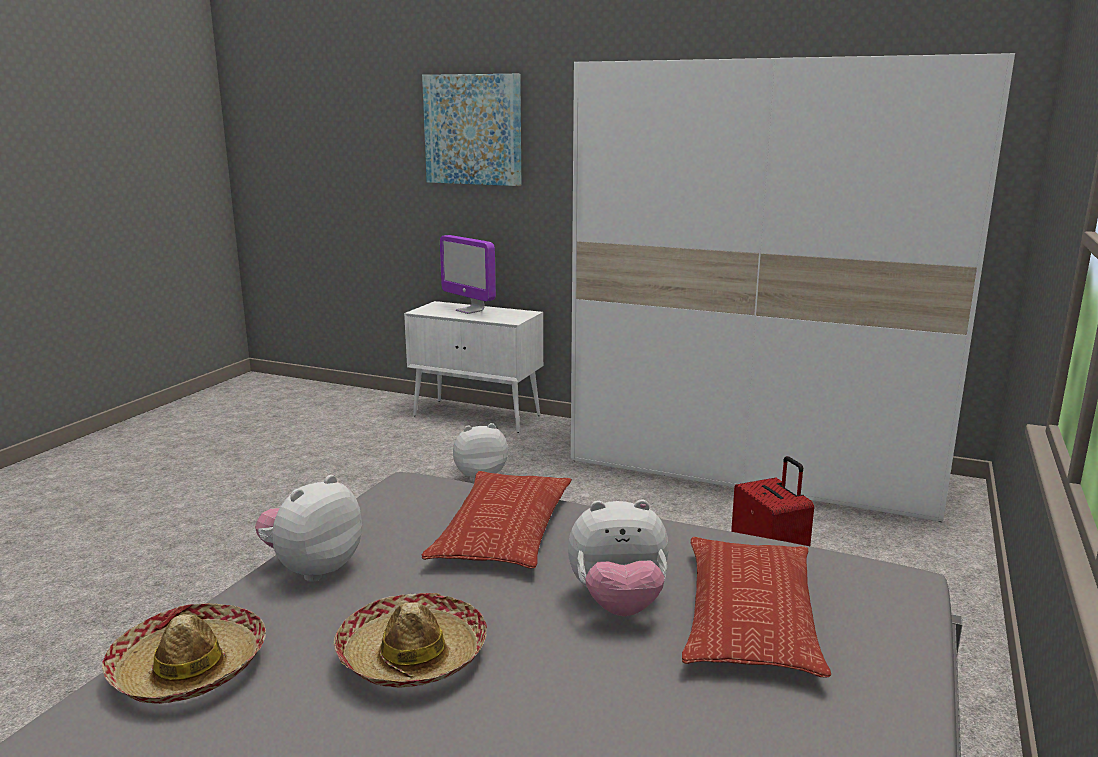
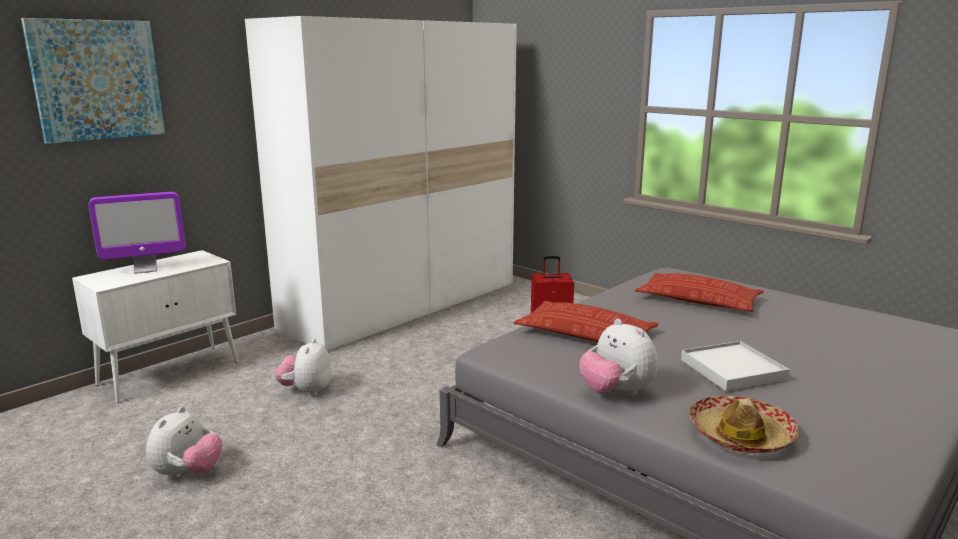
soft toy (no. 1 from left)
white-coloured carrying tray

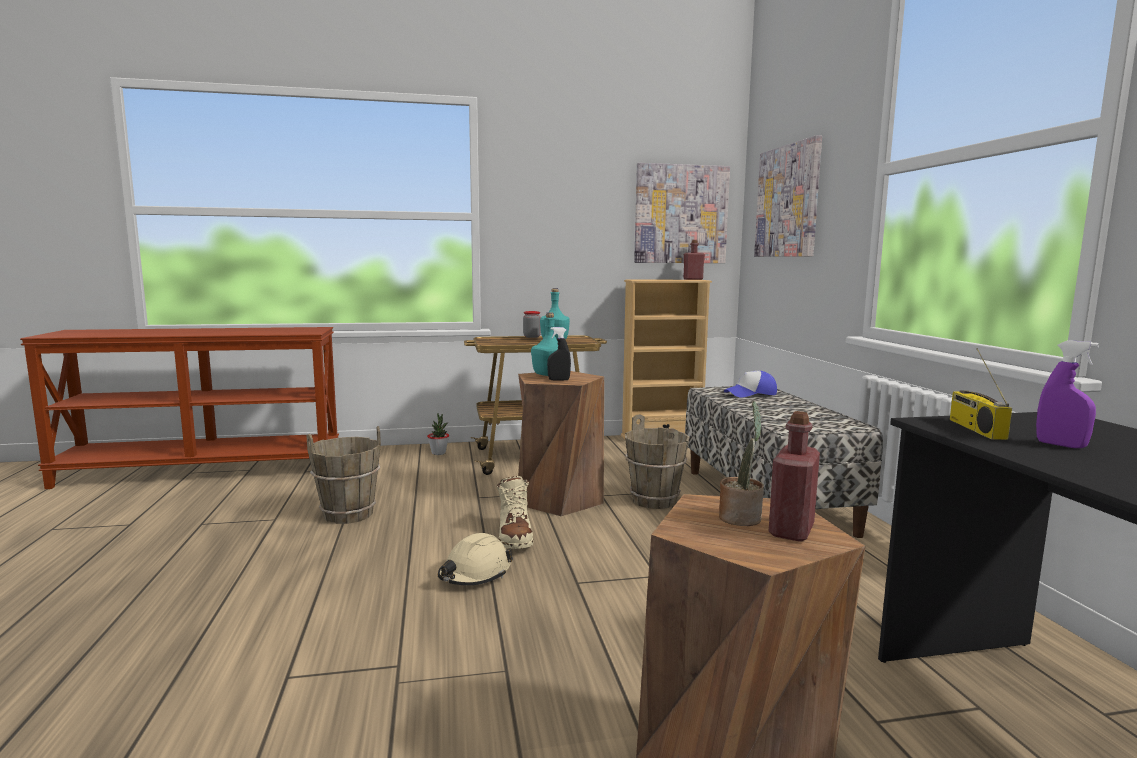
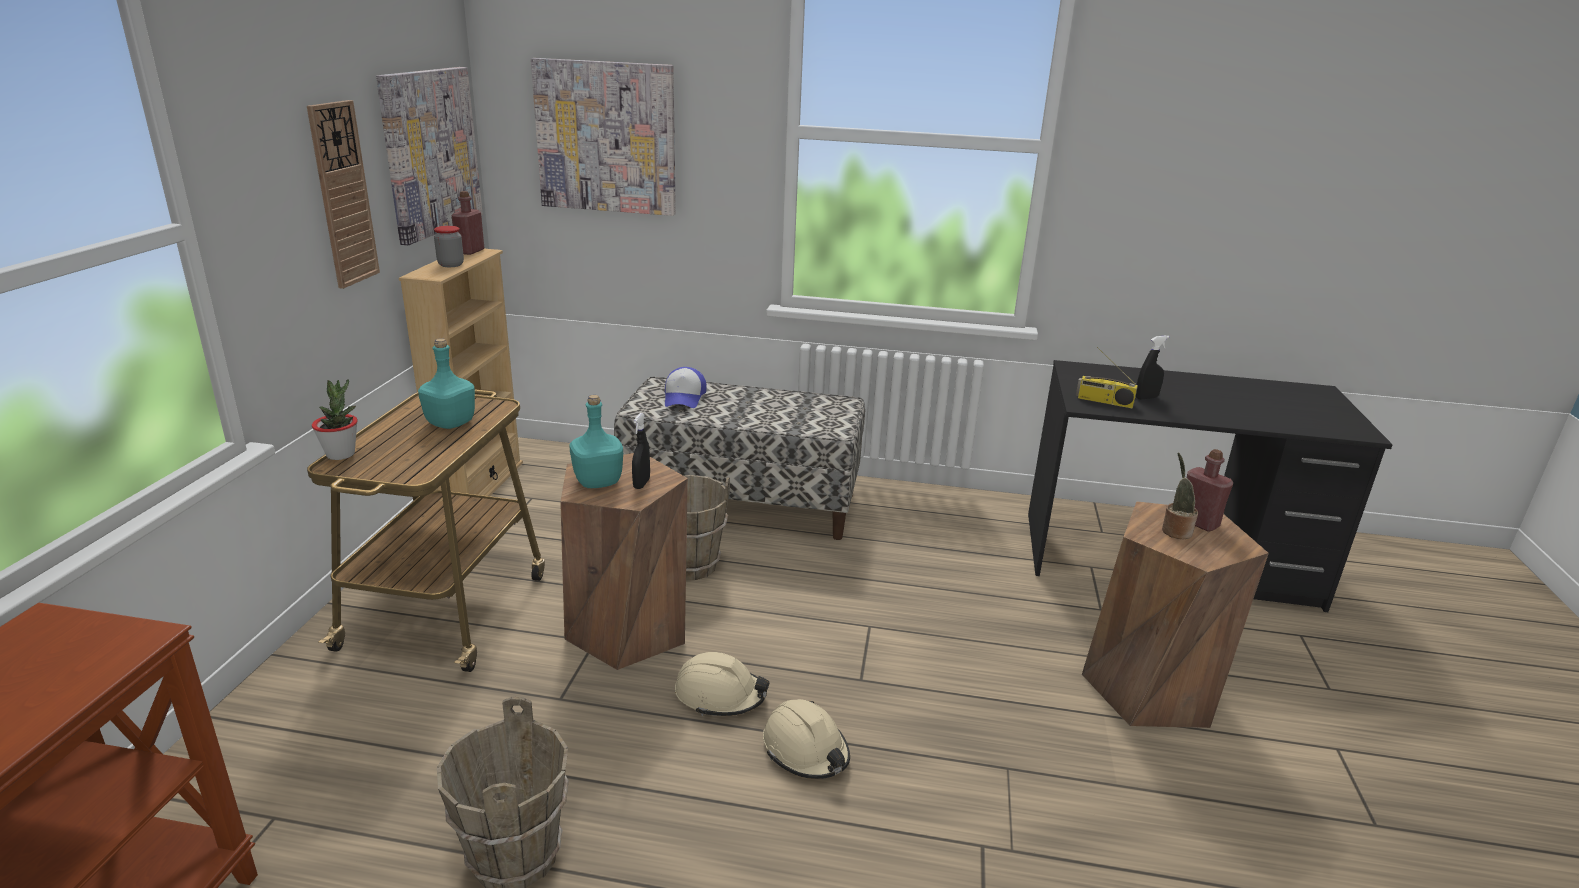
clock on the wall
houseplant (no. 1 from left)
preserve jar
sand-coloured work helmet (no. 1 from left)
black-coloured spray bottle (no. 2 from left)

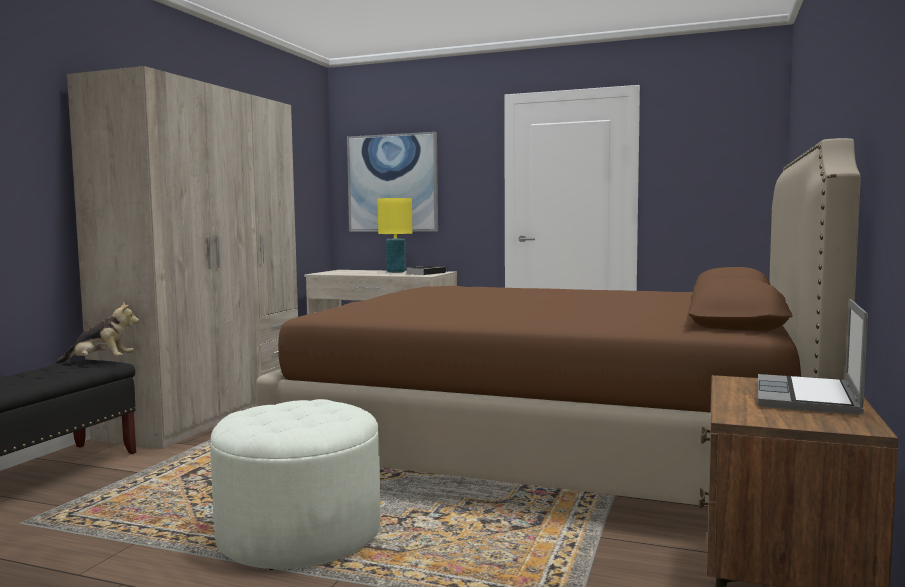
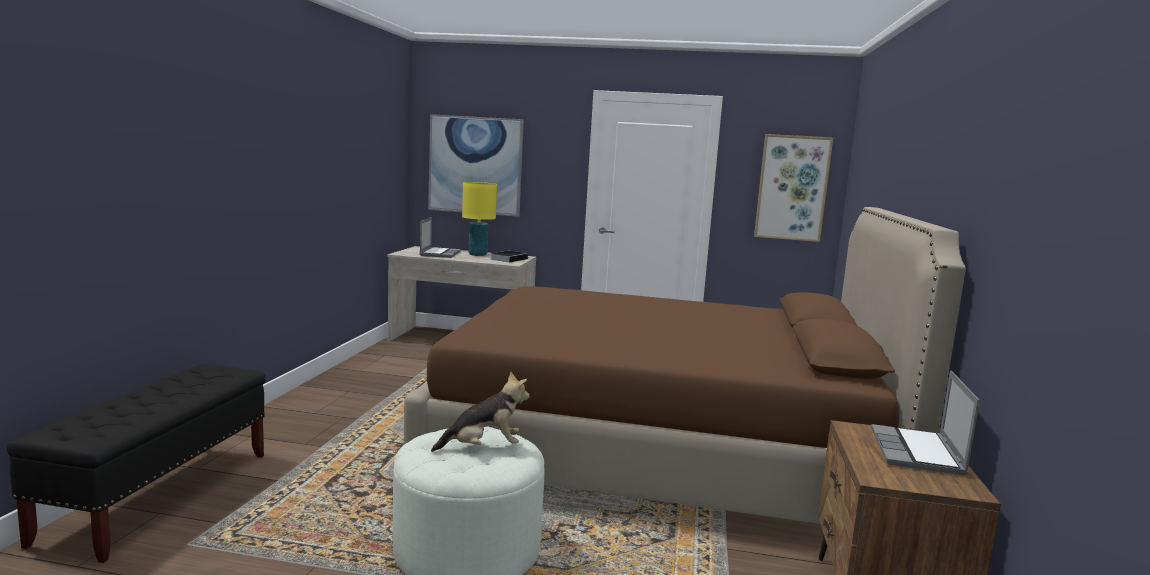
notebook computer (no. 1 from left)
soft toy
wall picture (no. 2 from left)
sand-coloured clothes cupboard

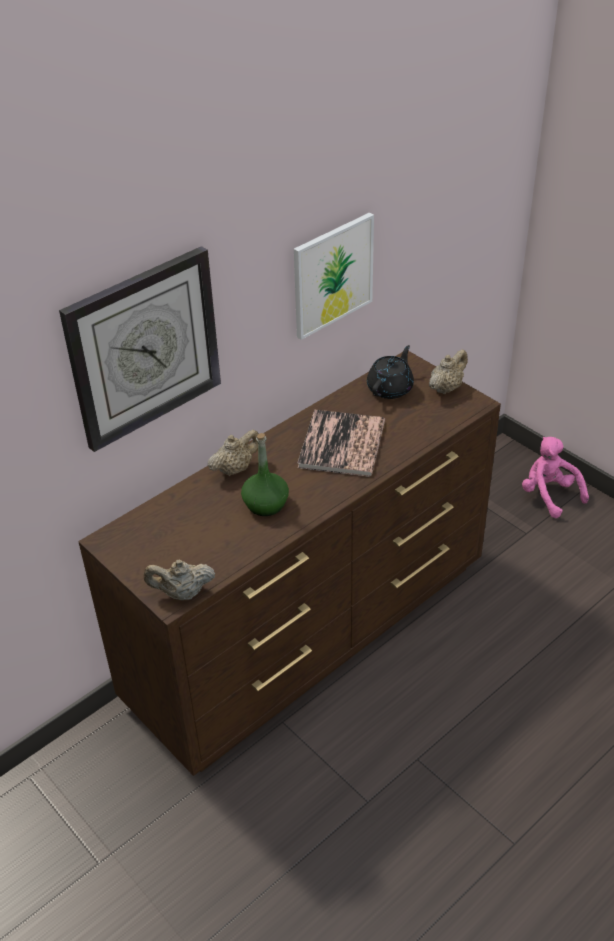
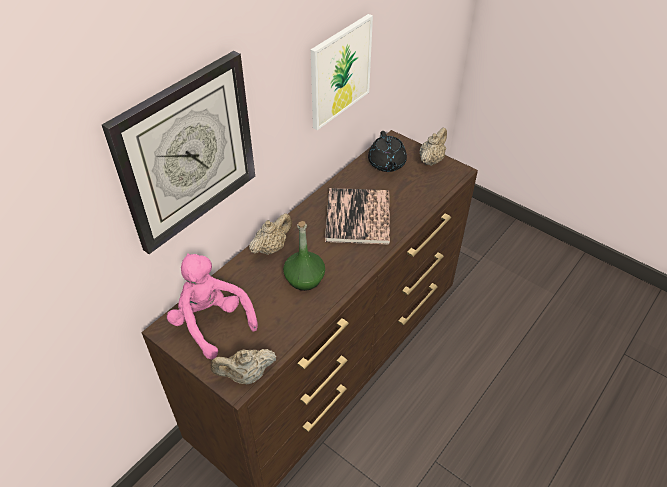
pinkish soft toy
black-coloured tea pot

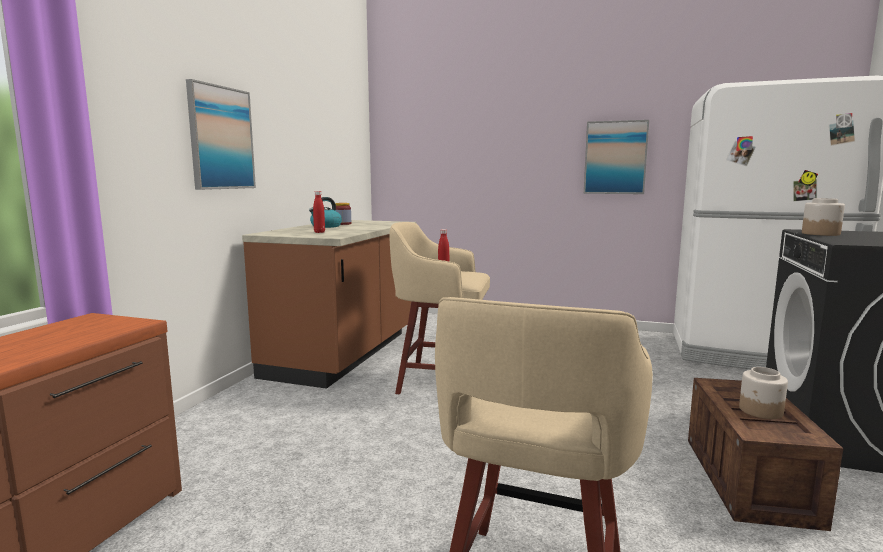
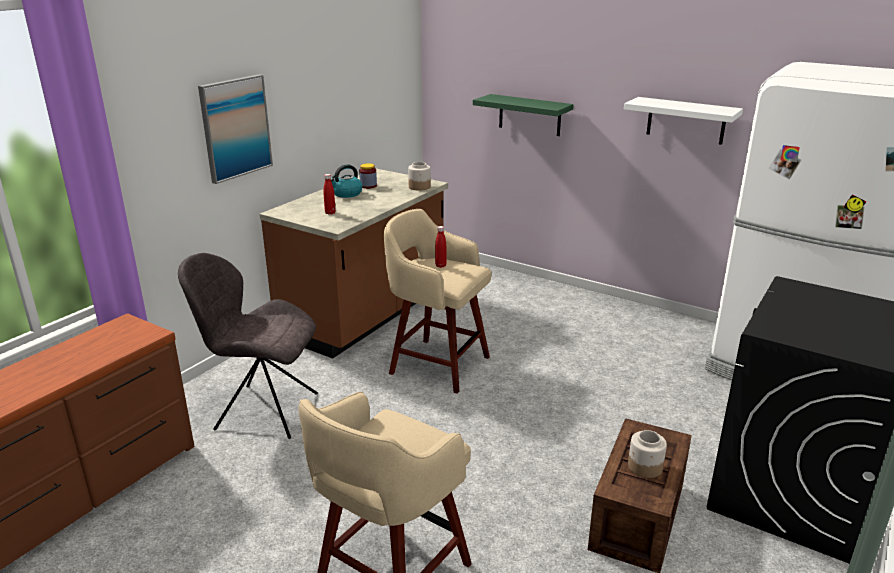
greyish upright chair
preserve jar (no. 2 from left)
green-coloured shelf
white-coloured shelf

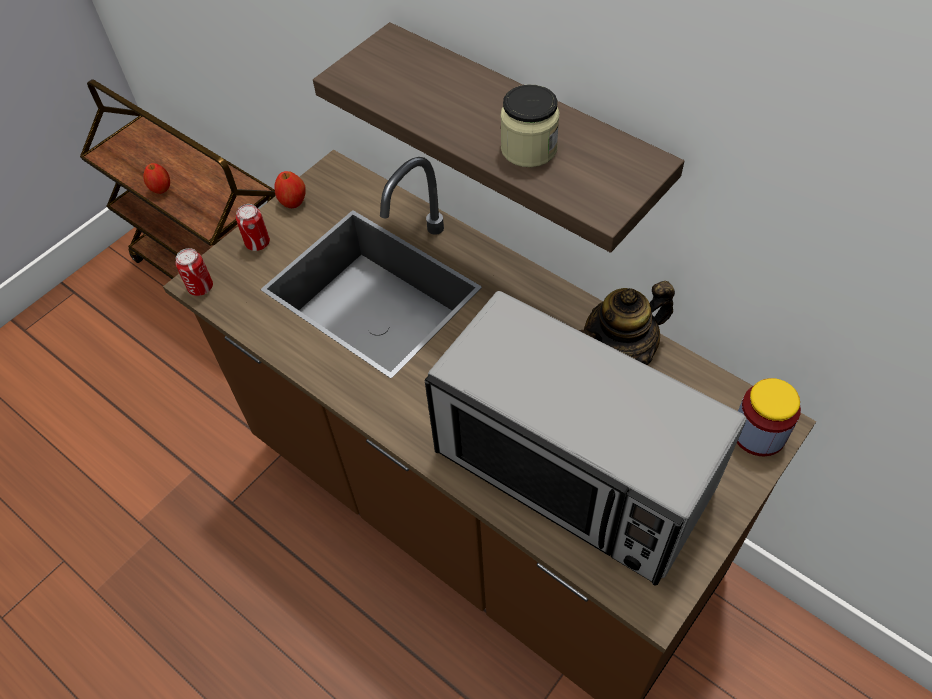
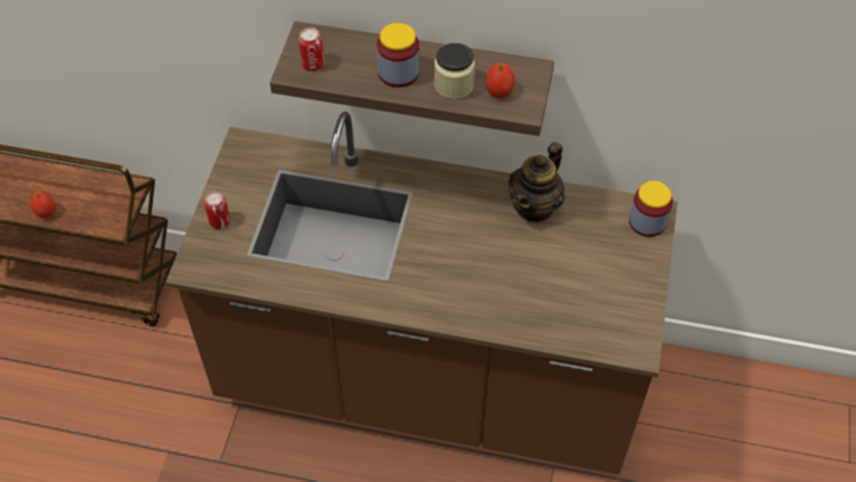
sealed can (no. 2 from left)
preserve jar (no. 1 from left)
apple (no. 2 from left)
microwave

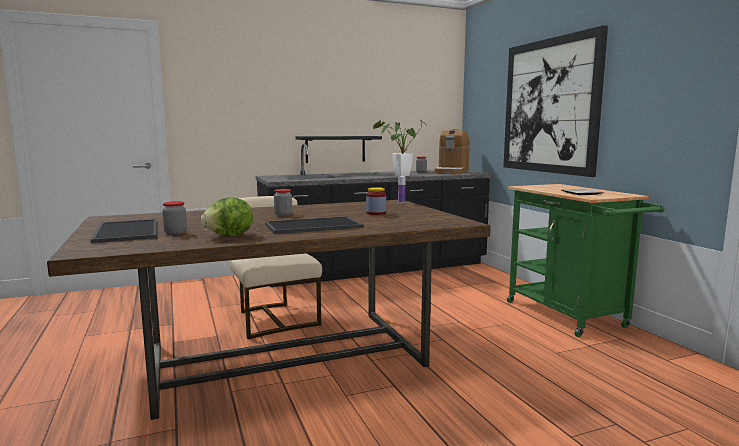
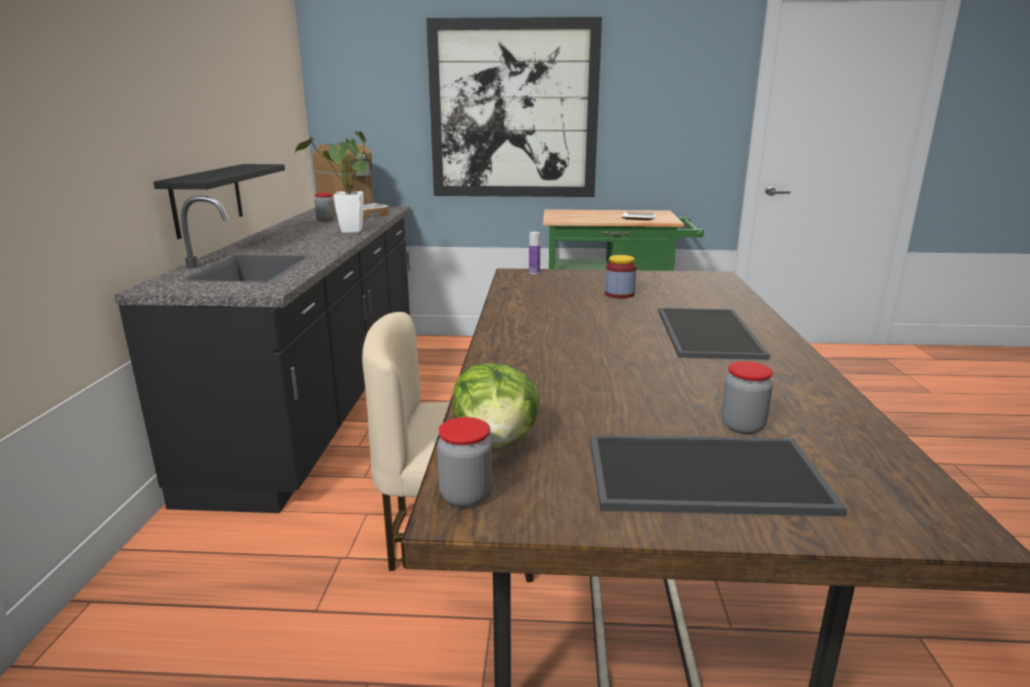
preserve jar (no. 2 from left)
lettuce head

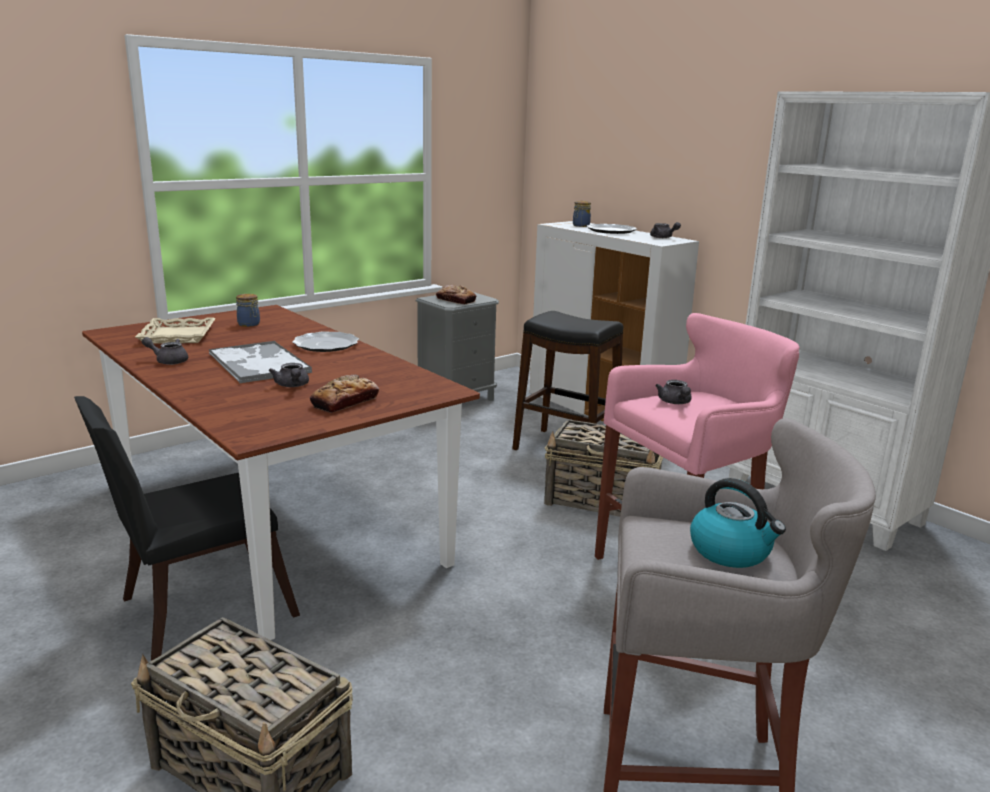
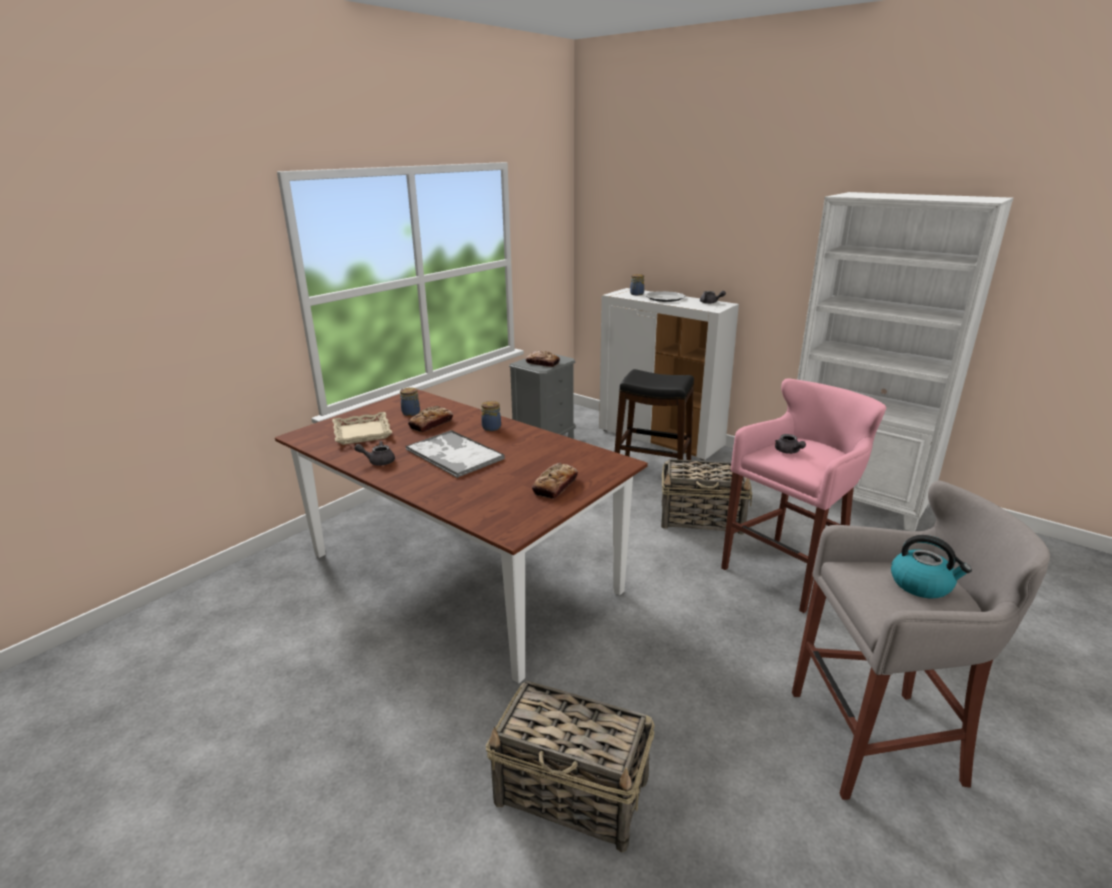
baked bread (no. 1 from left)
preserve jar (no. 2 from left)
black-coloured upright chair
greyish tea pot (no. 2 from left in the first image)

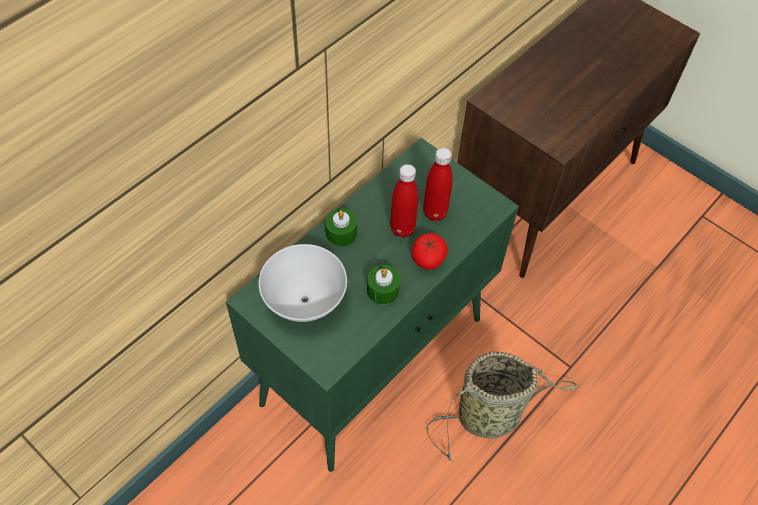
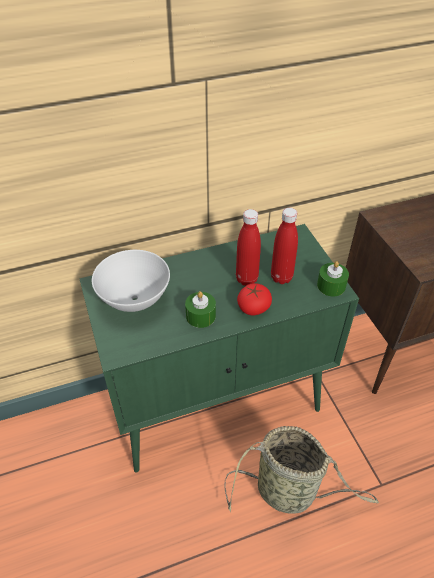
green-coloured wax candle (no. 2 from left)

